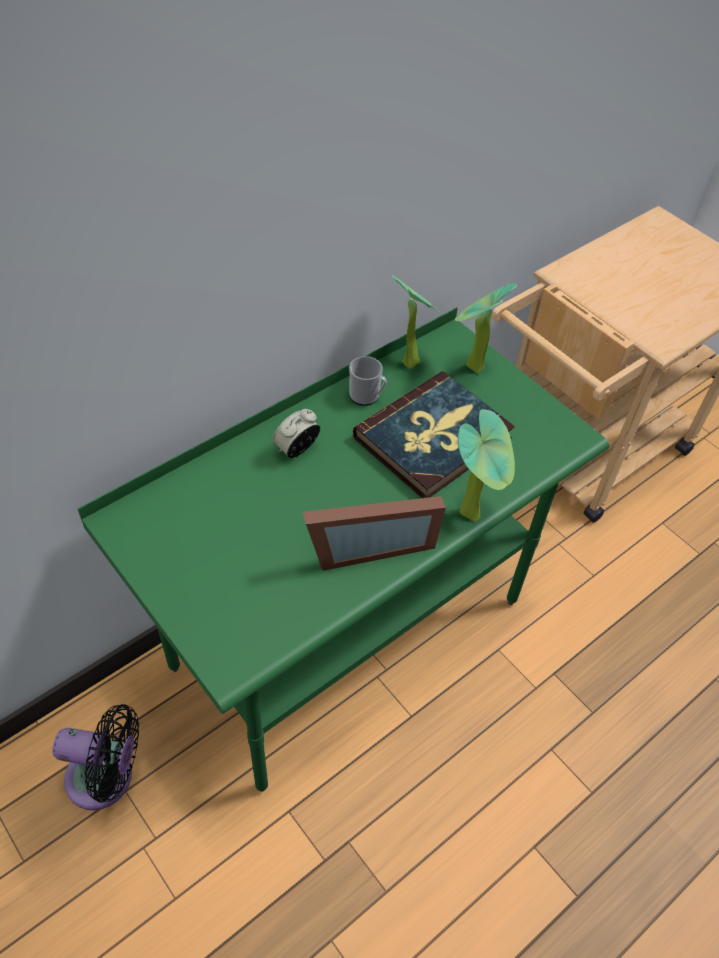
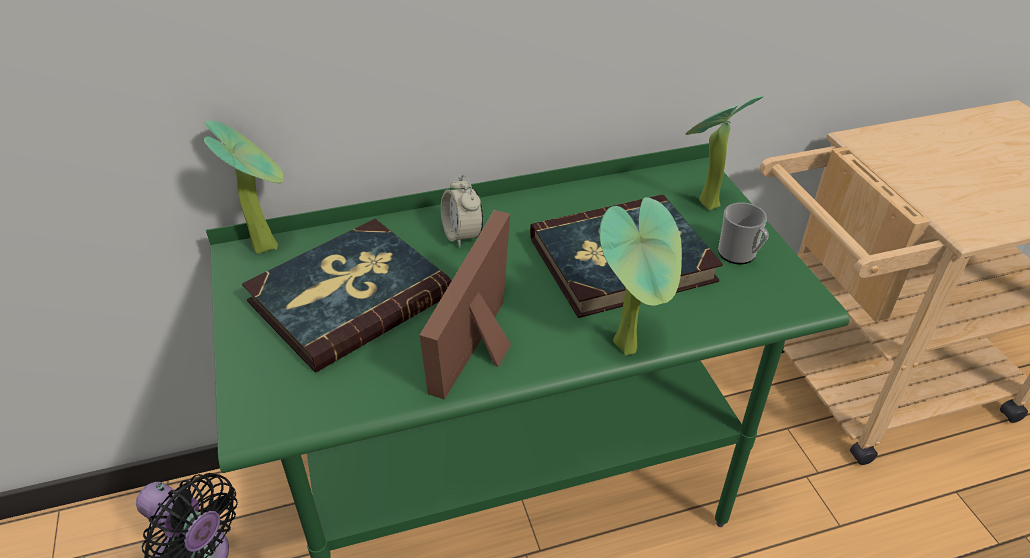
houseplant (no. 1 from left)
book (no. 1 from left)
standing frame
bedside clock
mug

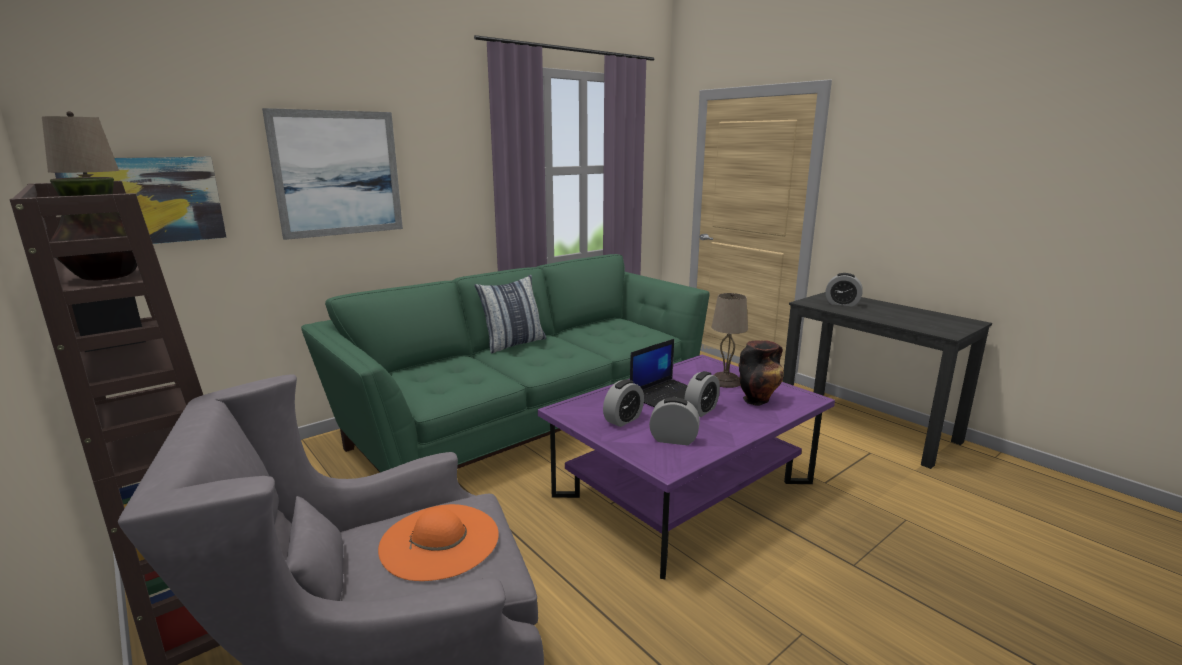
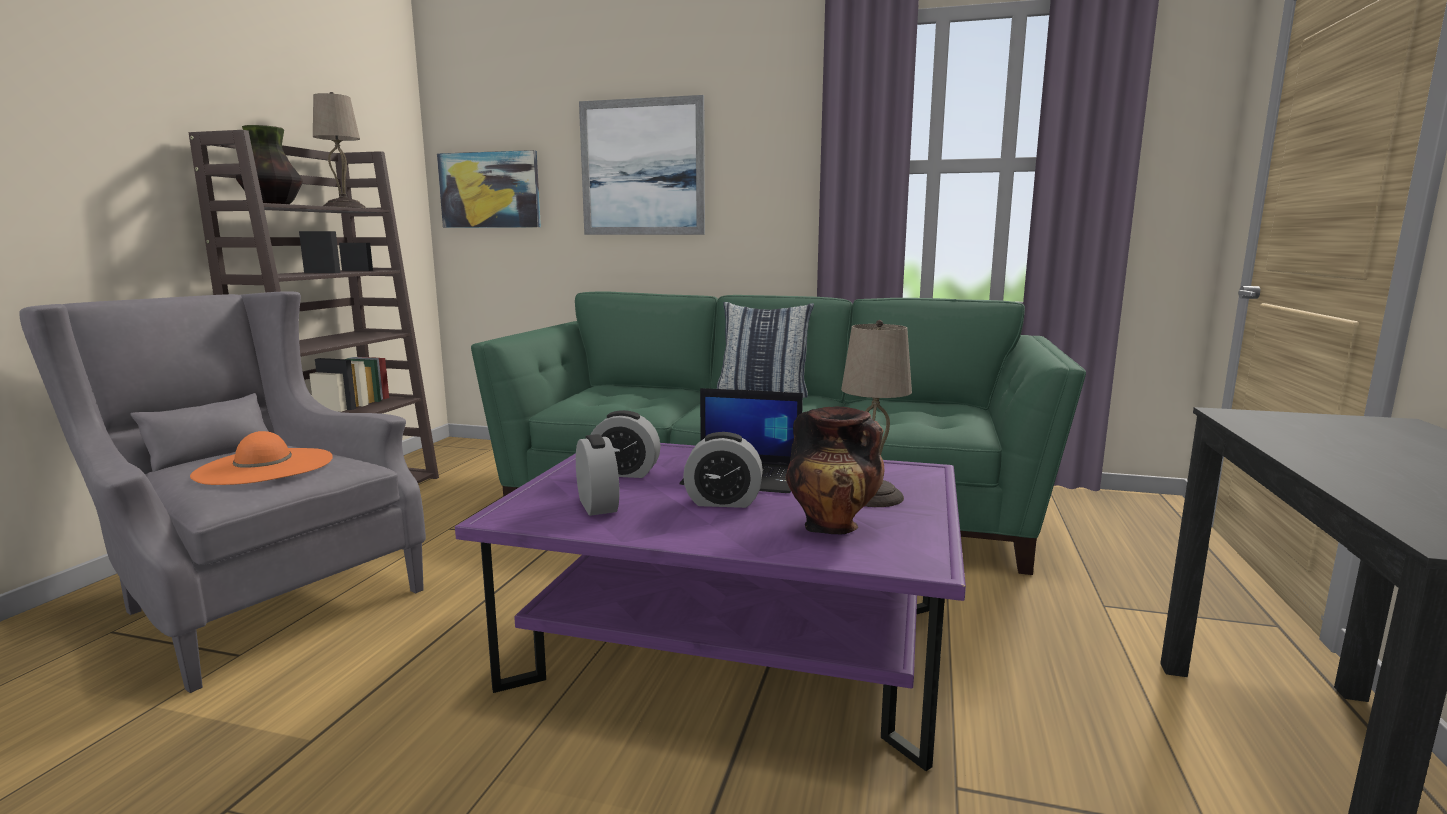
bedside clock (no. 4 from left in the first image)

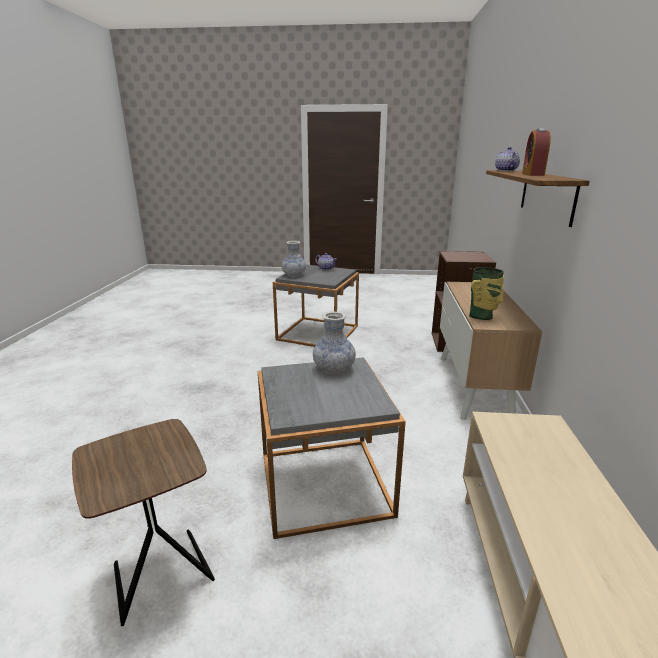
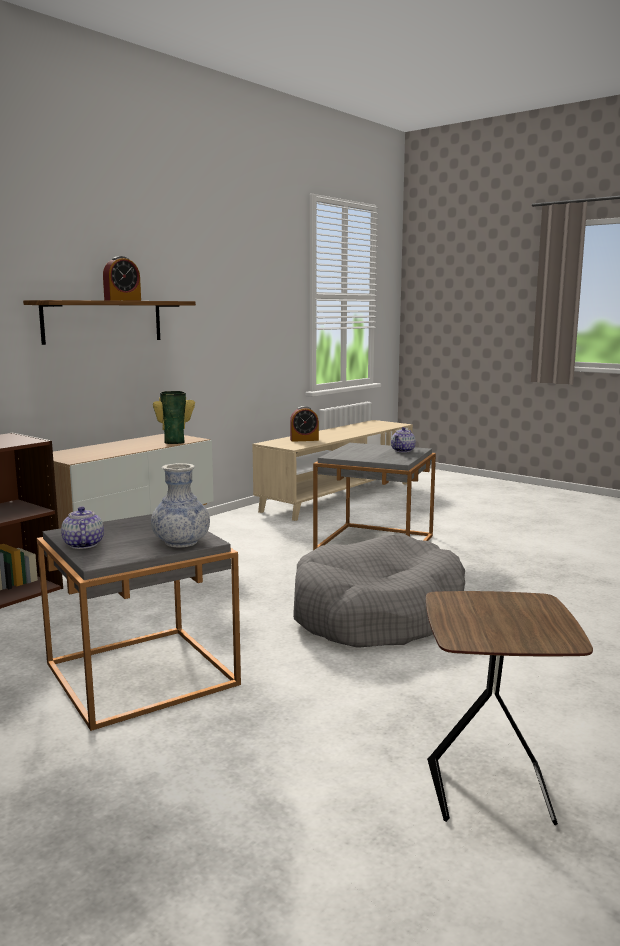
bedside clock (no. 2 from left)
greyish pet bed
tea pot (no. 2 from left)
brown side table
vase (no. 2 from left in the first image)

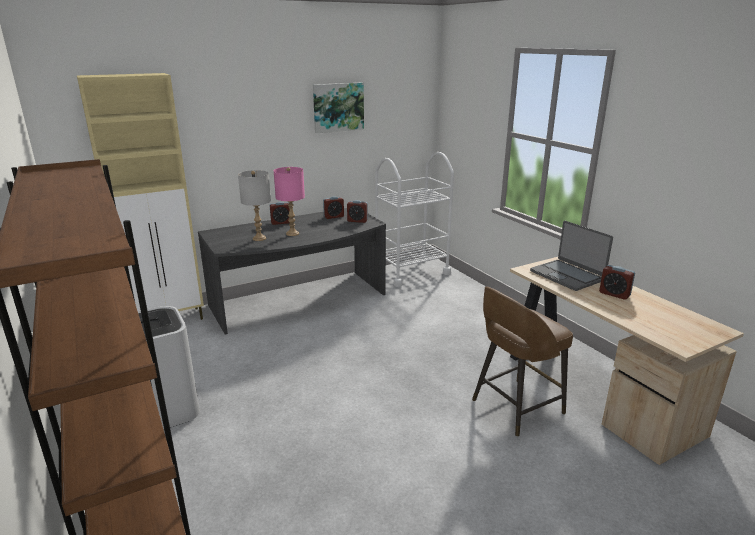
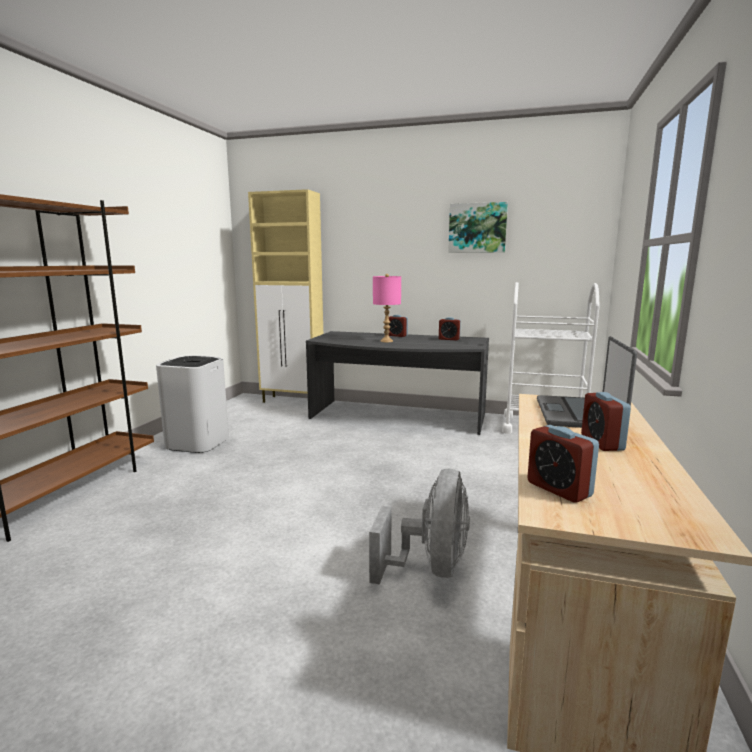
greyish electric fan
bedside clock (no. 3 from left)
greyish table lamp

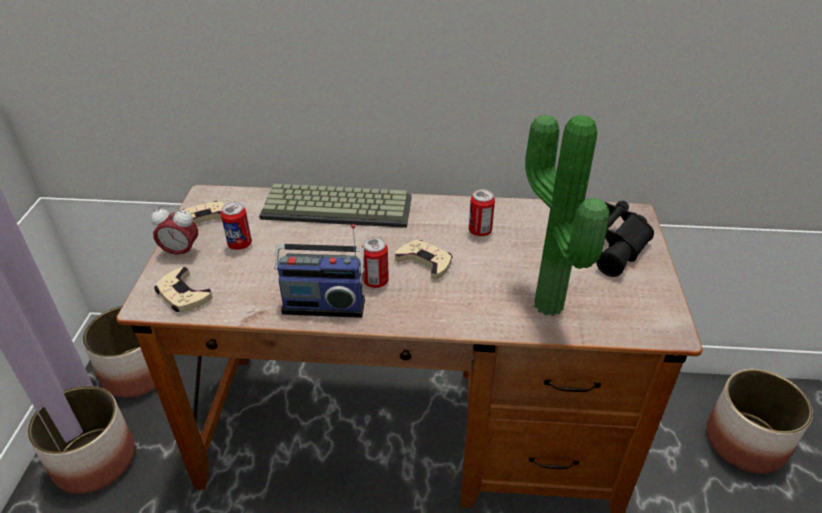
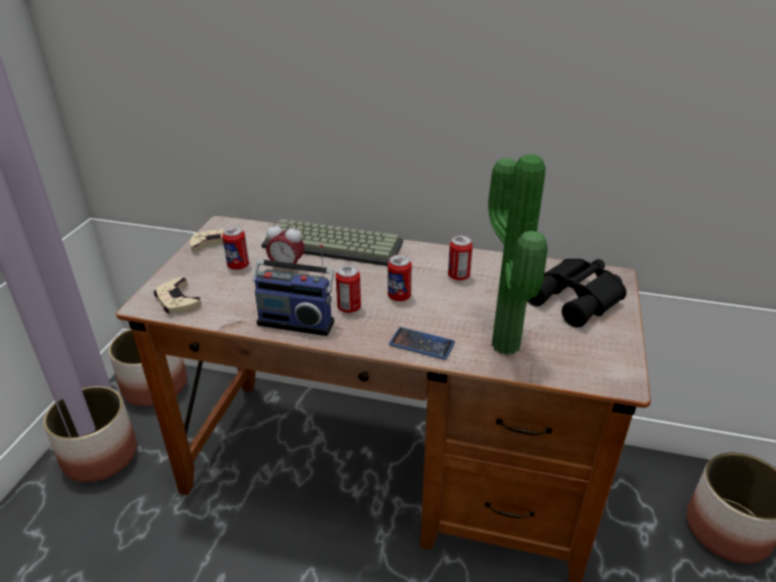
bedside clock
sealed can (no. 3 from left)
phone

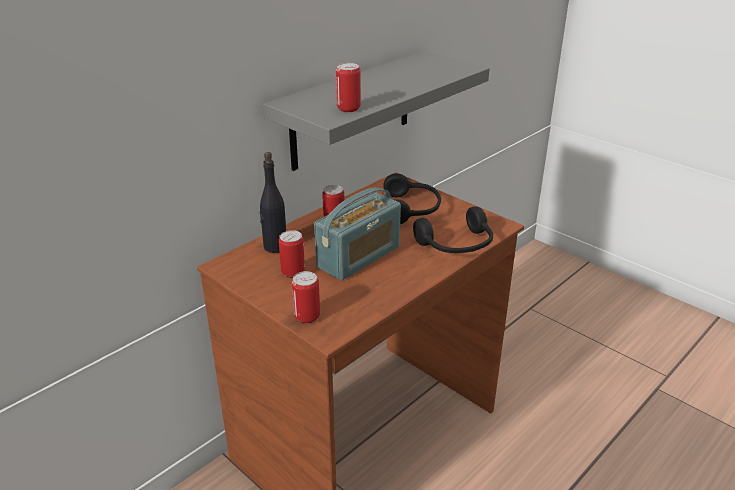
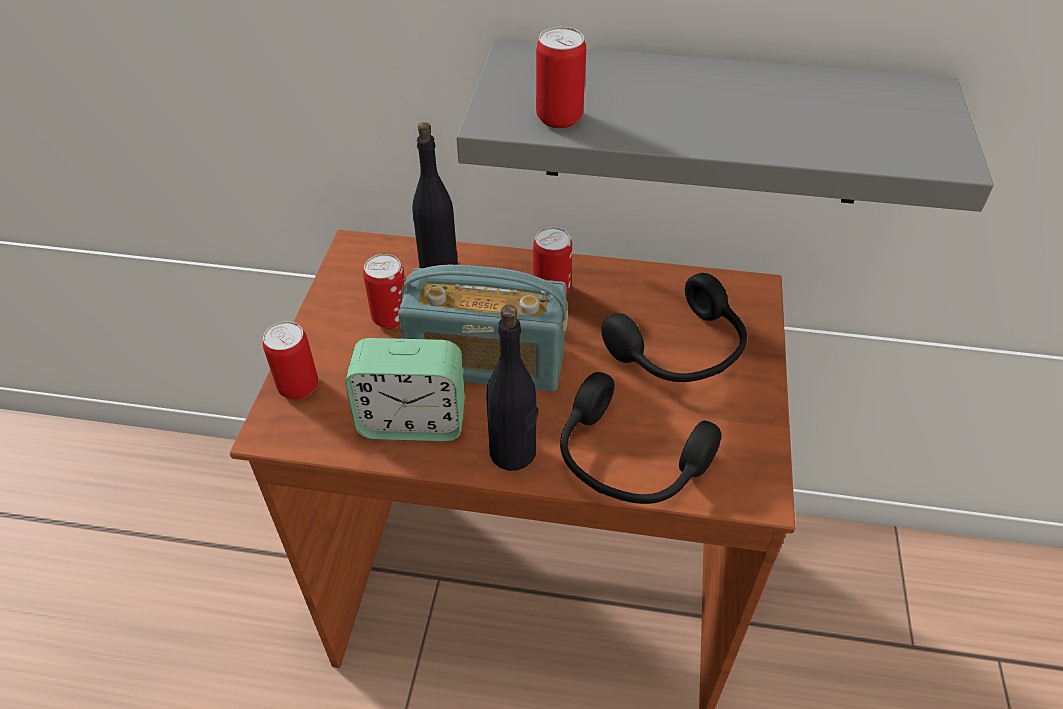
bedside clock
black-coloured beverage bottle (no. 2 from left)

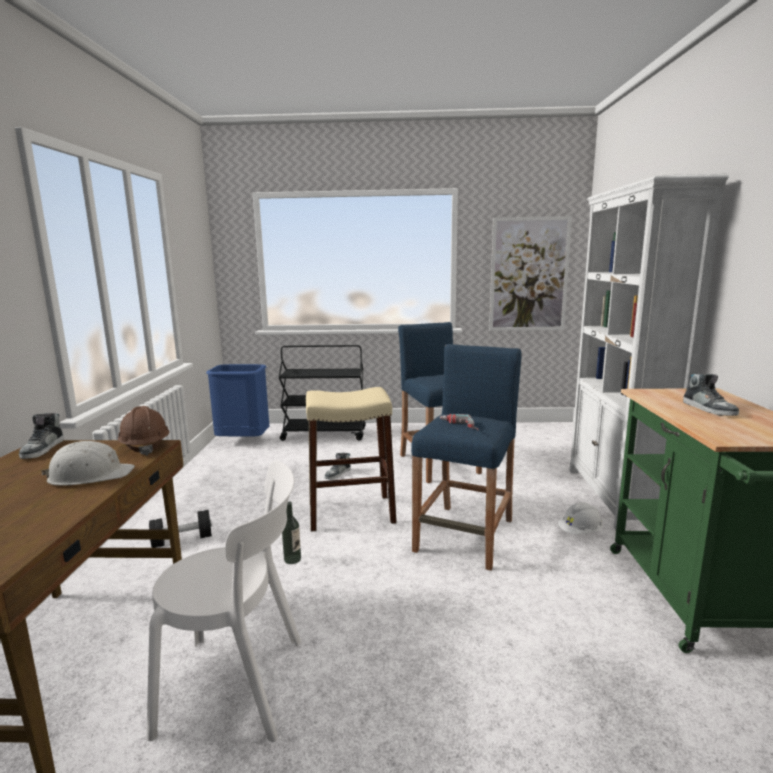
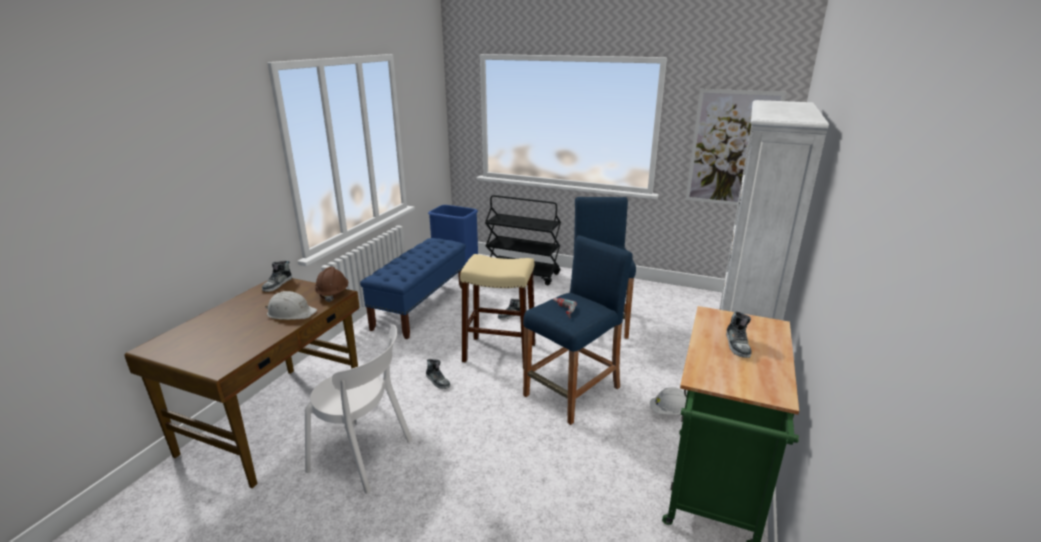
bluish bench
shoe (no. 2 from left)
black-coloured free weight

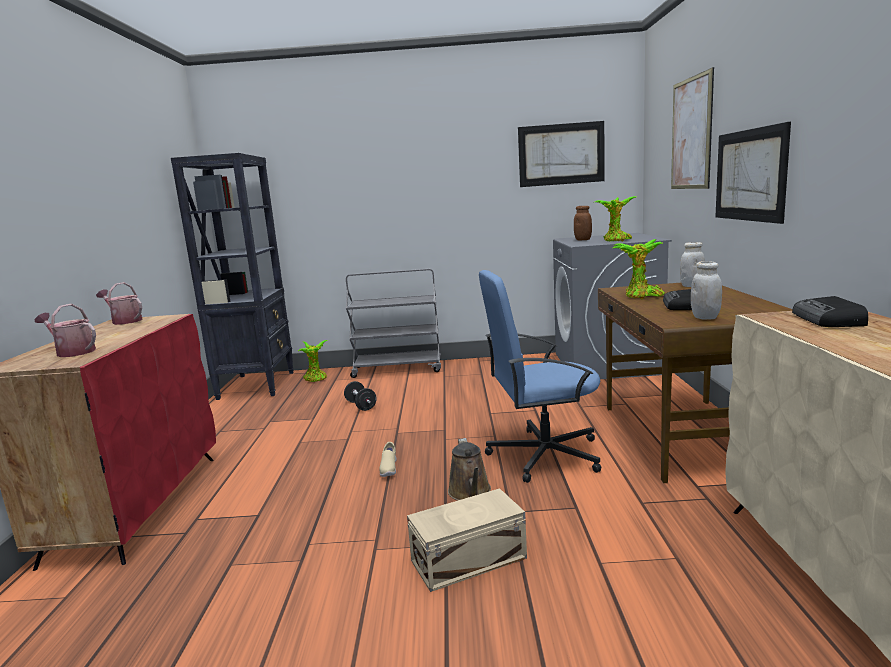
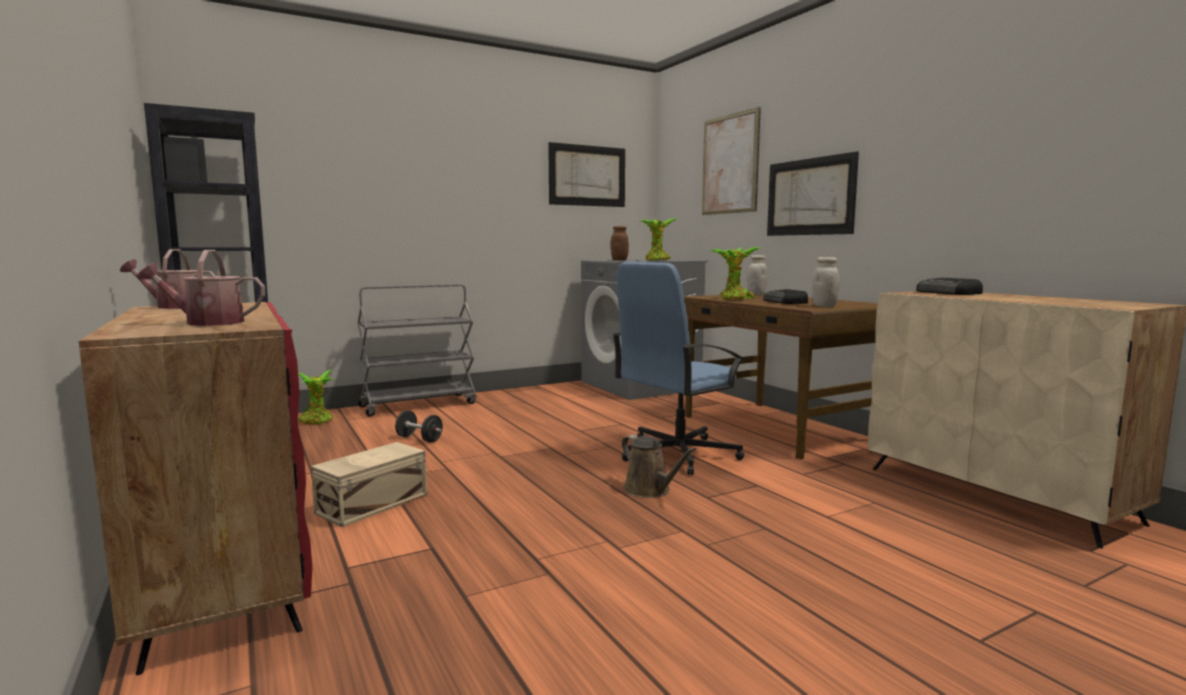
sand-coloured storage bin
sand-coloured shoe

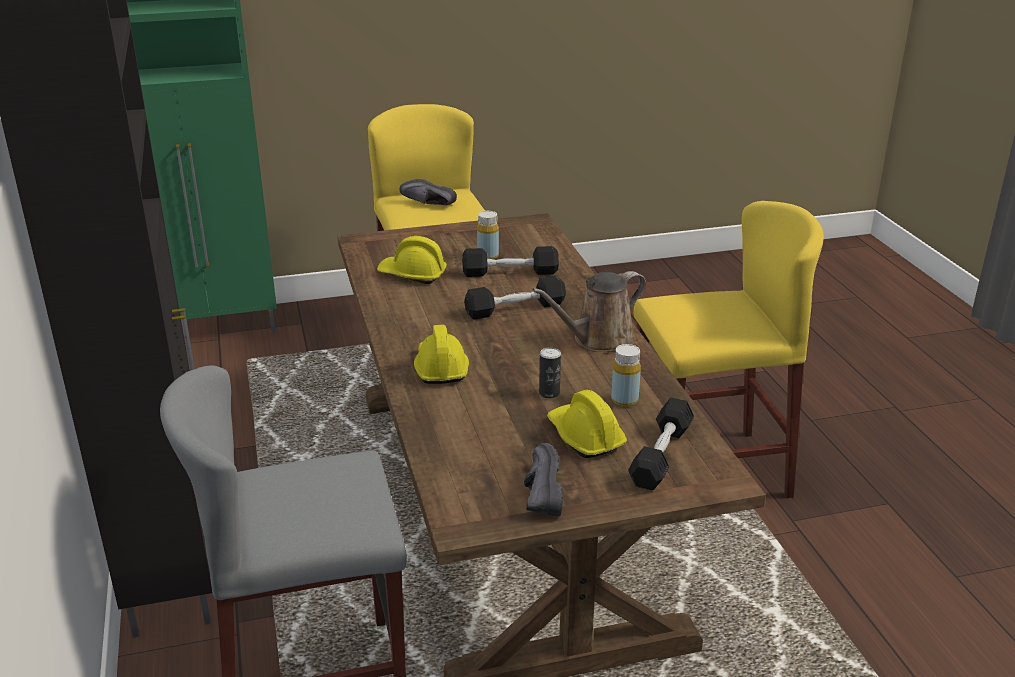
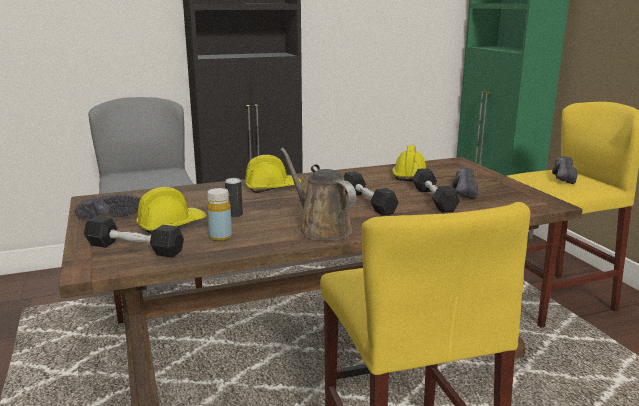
black-coloured shoe (no. 2 from left)

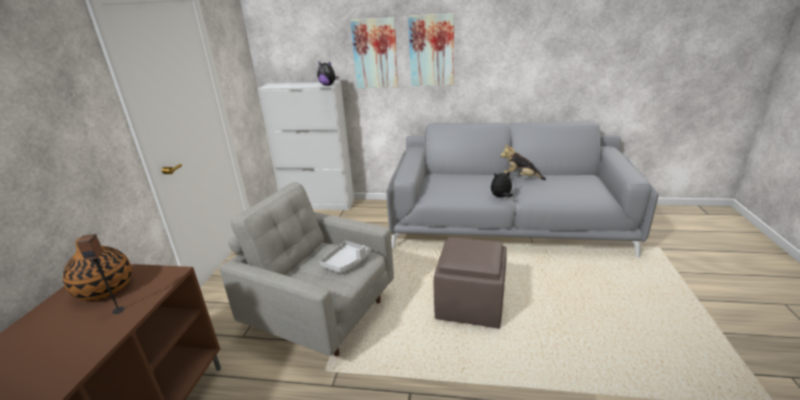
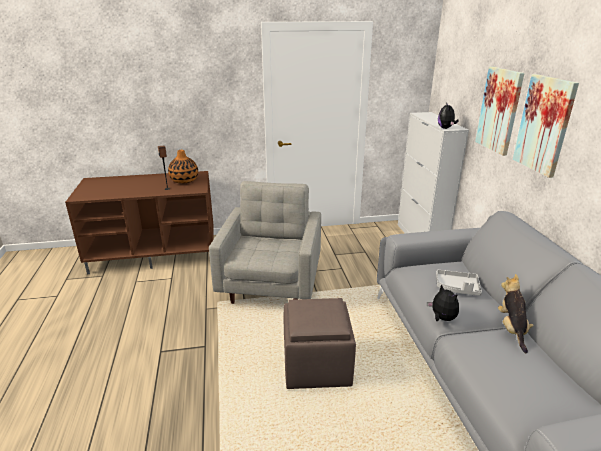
greyish carrying tray

